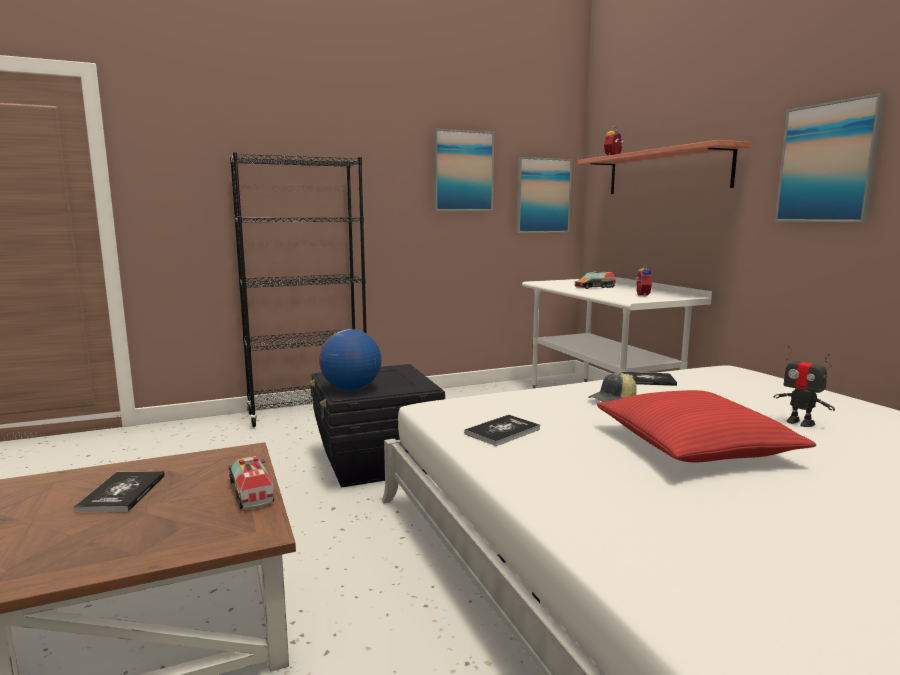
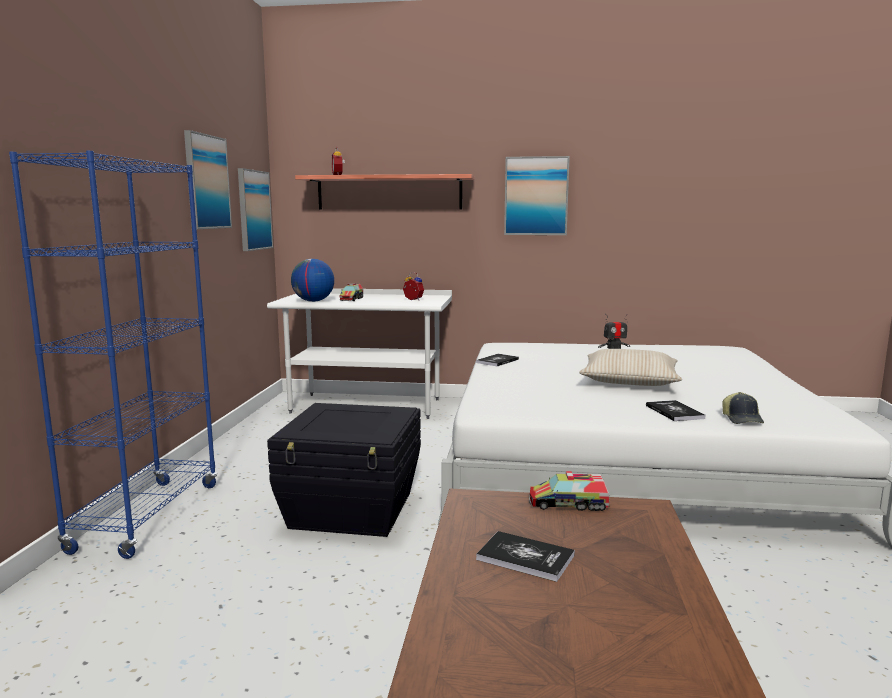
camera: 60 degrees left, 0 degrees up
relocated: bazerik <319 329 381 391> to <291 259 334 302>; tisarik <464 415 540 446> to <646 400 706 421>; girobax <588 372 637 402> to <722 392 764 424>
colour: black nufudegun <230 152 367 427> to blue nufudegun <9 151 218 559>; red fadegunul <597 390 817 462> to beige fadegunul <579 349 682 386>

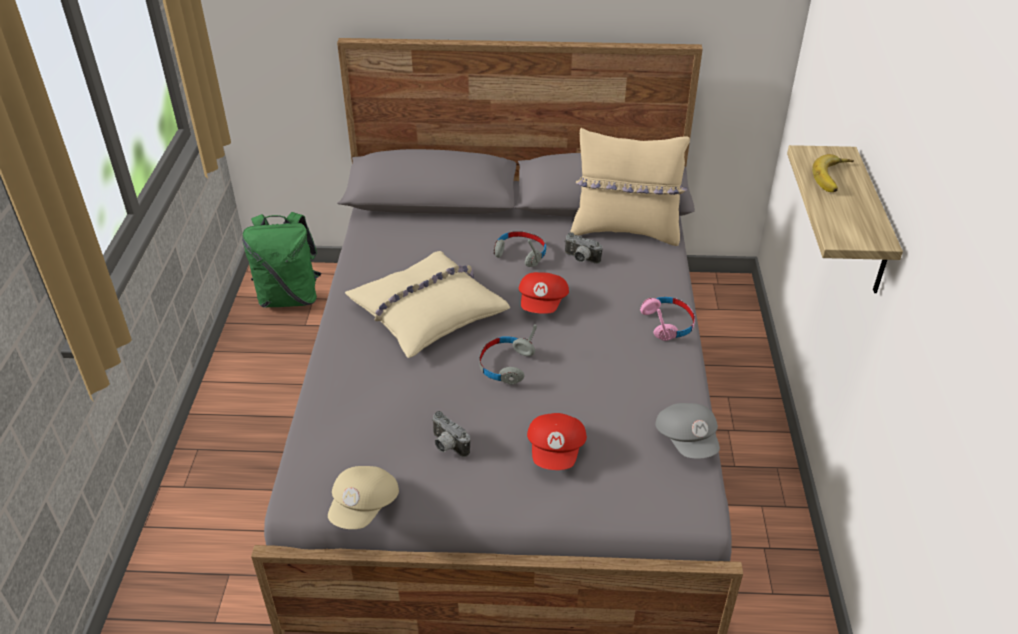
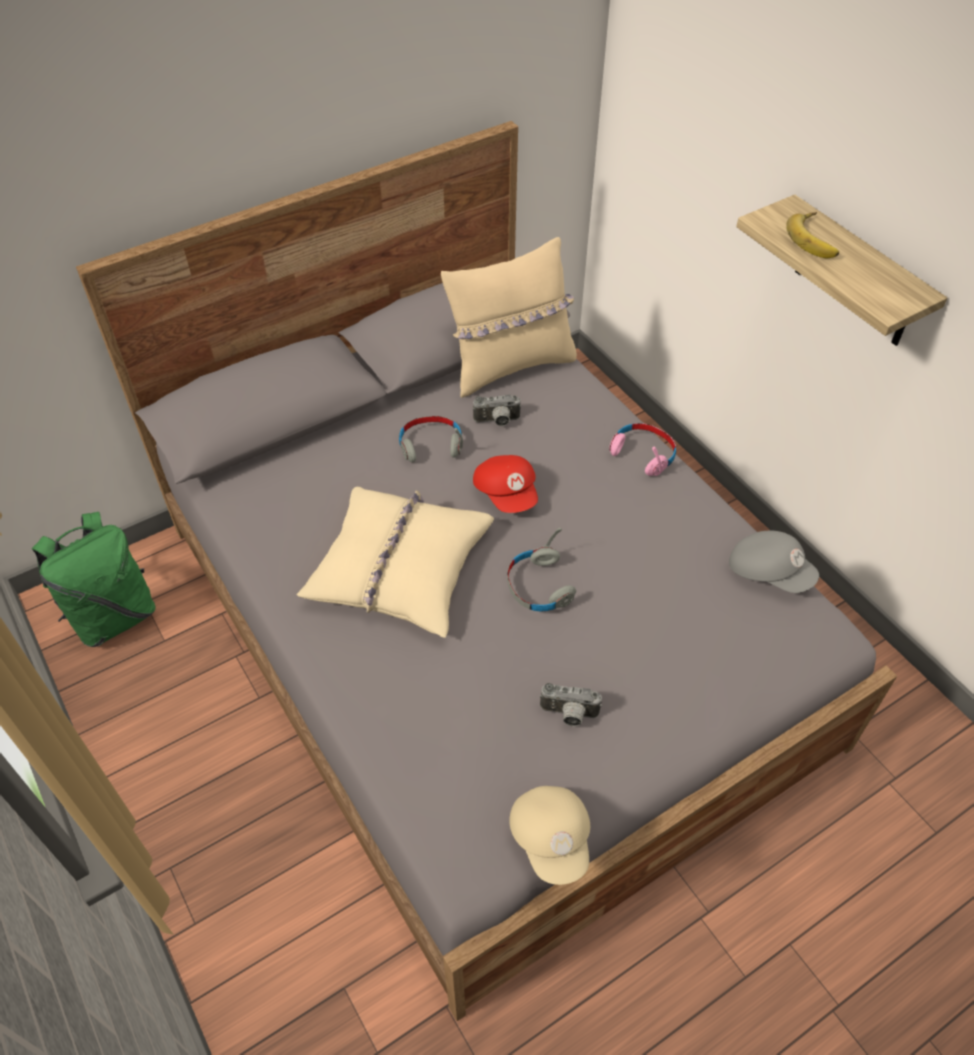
camera: 35 degrees left, 10 degrees up
missing: red girobax <527 413 587 470>

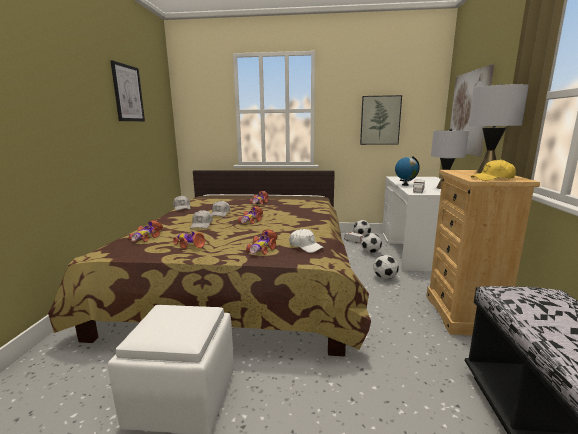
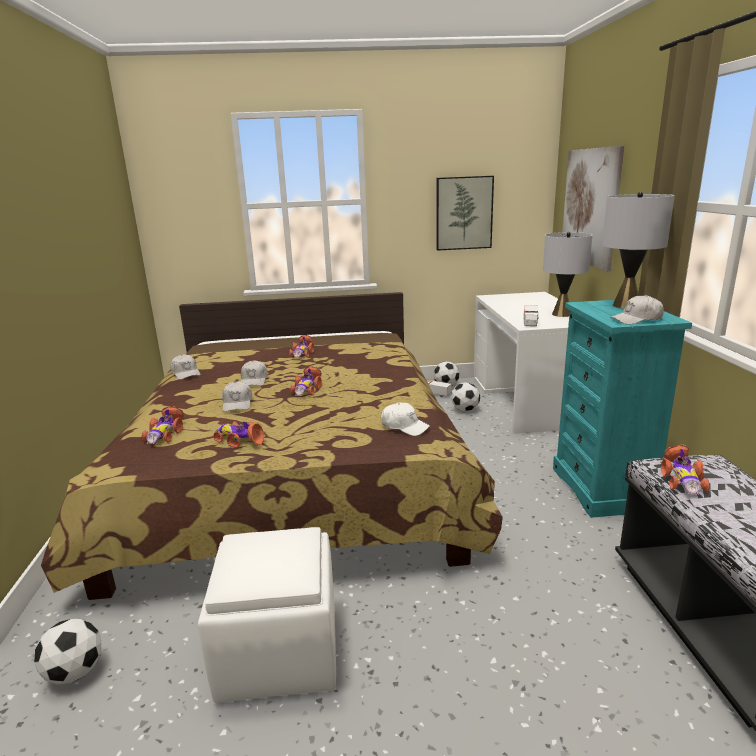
camera: 10 degrees left, 5 degrees up
missing: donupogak <110 60 145 121>; bazerik <395 156 420 186>
relocated: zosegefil <373 255 399 279> to <34 619 101 685>; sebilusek <246 229 278 255> to <661 445 709 495>
colour: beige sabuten <427 170 540 336> to turquoise sabuten <553 300 692 518>; yellow girobax <471 159 516 181> to white girobax <610 295 664 325>

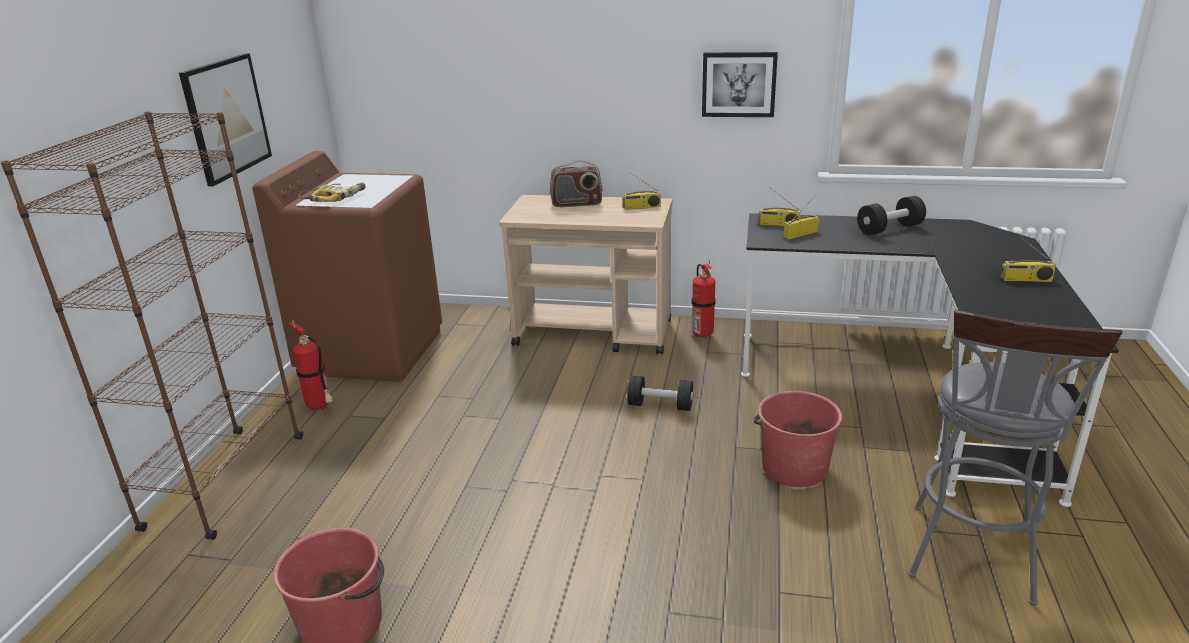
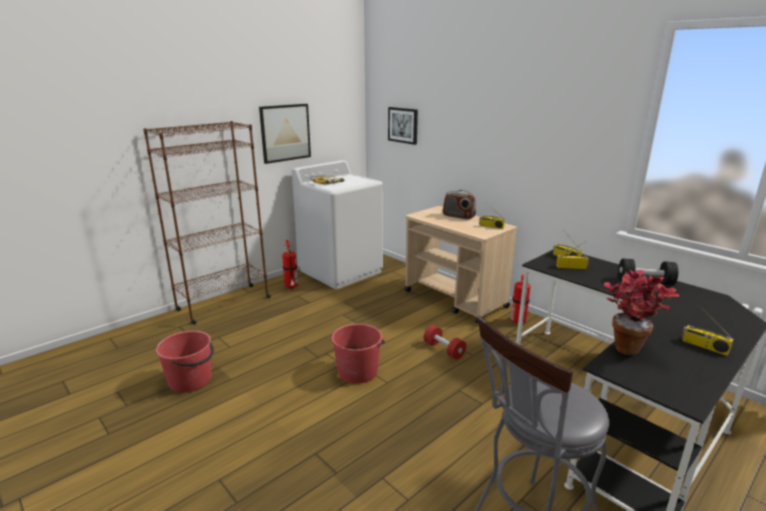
camera: 35 degrees right, 5 degrees down
appeared: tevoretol <604 270 679 355>
relocated: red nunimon <754 391 842 487> to <331 324 385 384>; donupogak <702 52 778 117> to <388 107 418 145>
colour: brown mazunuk <253 151 442 382> to white mazunuk <292 160 383 289>; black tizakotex <627 376 693 411> to red tizakotex <424 325 466 359>

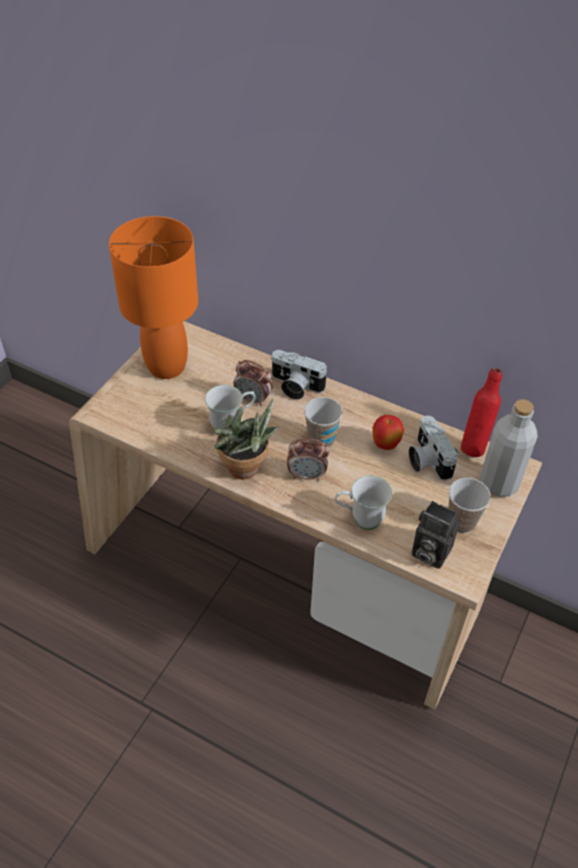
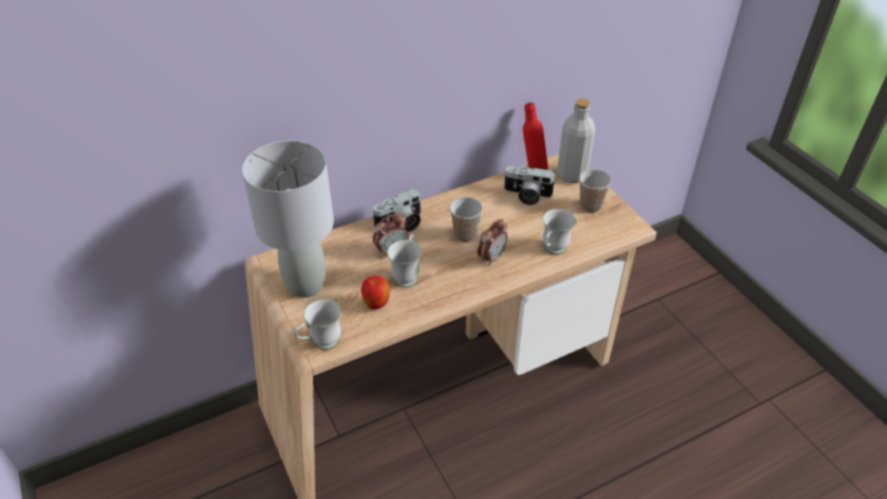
camera: 55 degrees left, 5 degrees down
missing: tevoretol <213 398 280 480>; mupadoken <412 501 459 569>
appeared: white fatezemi <295 299 341 350>
relocated: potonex <372 415 404 450> to <361 276 390 310>
colour: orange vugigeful <109 216 198 379> to grey vugigeful <242 141 334 298>

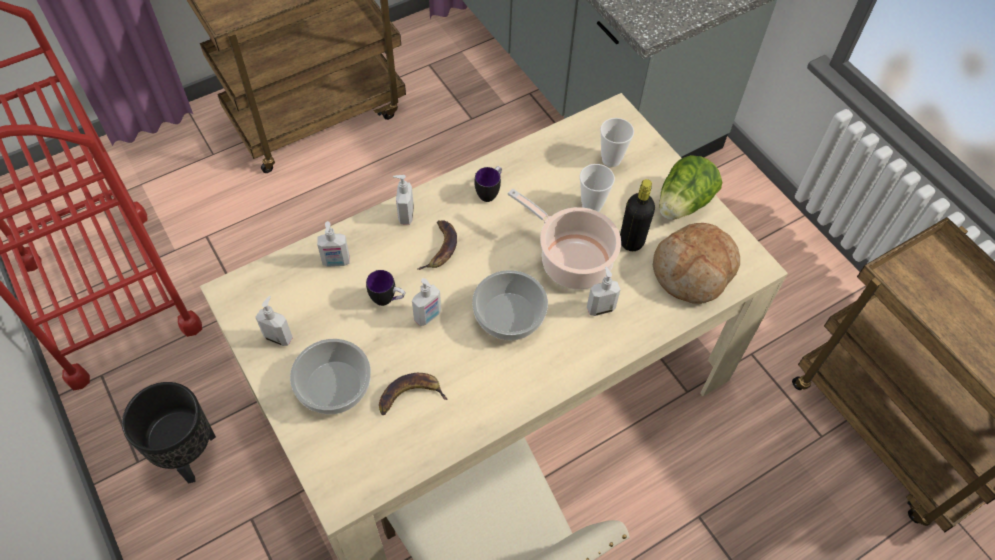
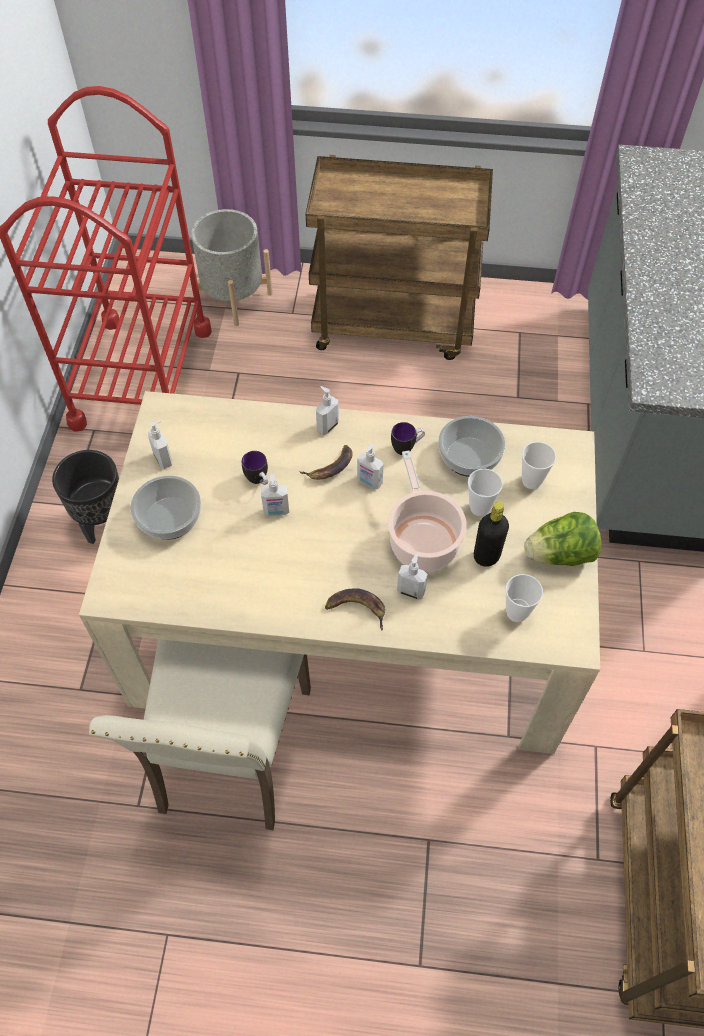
camera: 40 degrees right, 0 degrees up
appeared: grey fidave <191 209 273 326>
relocated: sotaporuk <379 373 448 415> to <325 588 385 631>; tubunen <317 221 350 267> to <357 444 384 489>; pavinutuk <472 270 548 341> to <438 416 506 477>
exchanged: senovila <653 223 740 304> to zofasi <506 574 543 622>

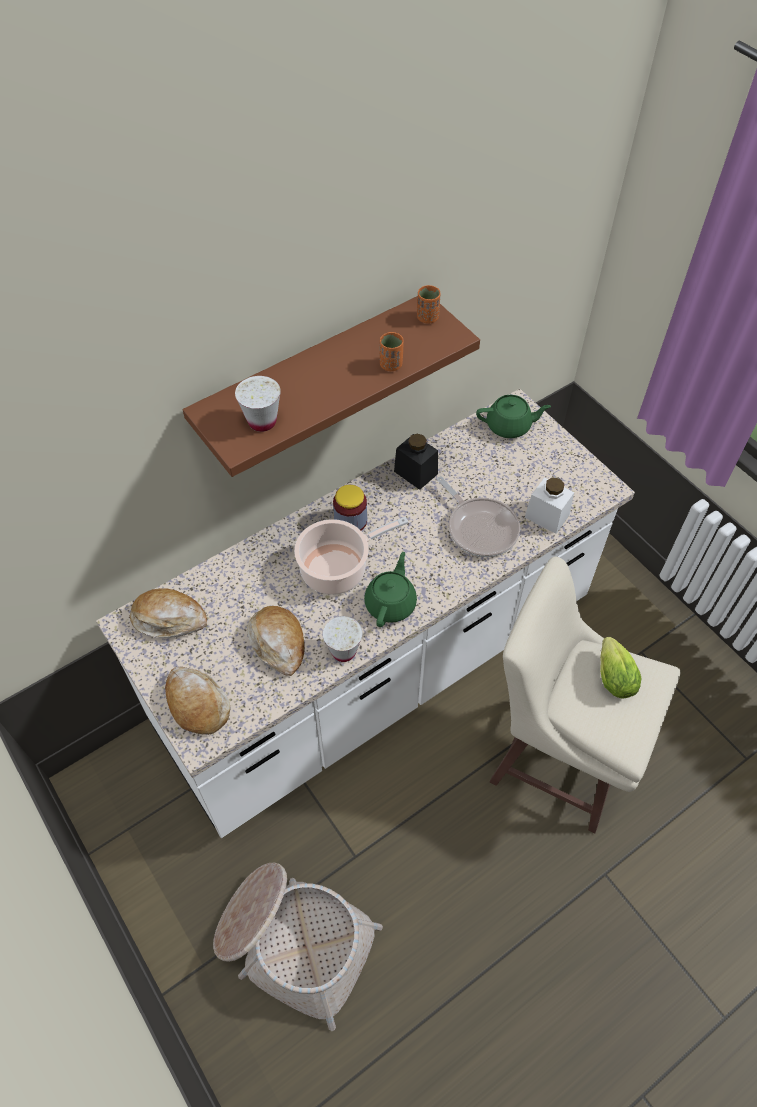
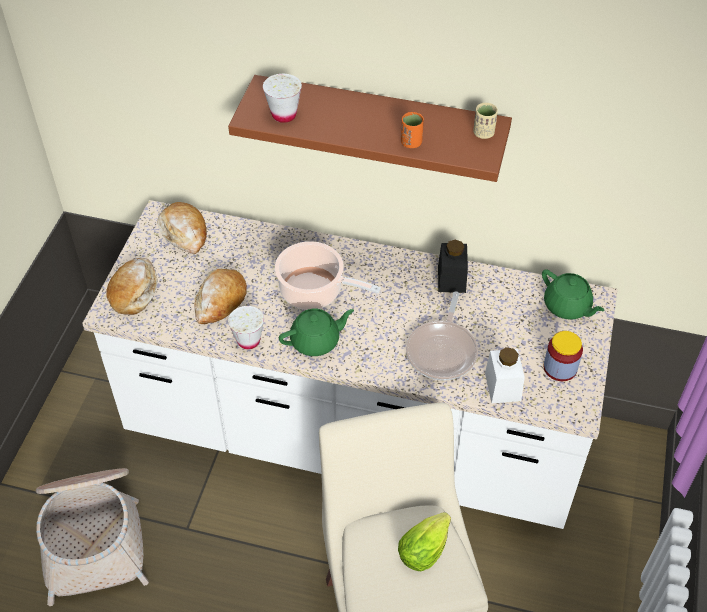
camera: 50 degrees right, 5 degrees down
relocated: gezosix <333 485 367 531> to <544 331 583 381>
colour: orange zofasi <417 285 441 324> to beige zofasi <473 103 498 139>

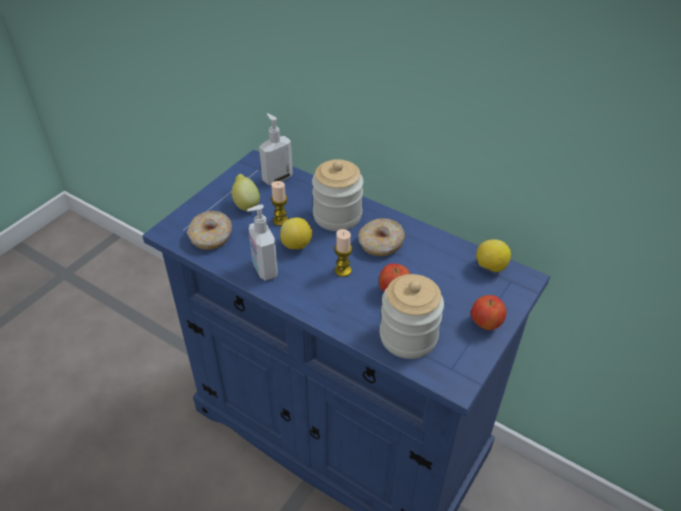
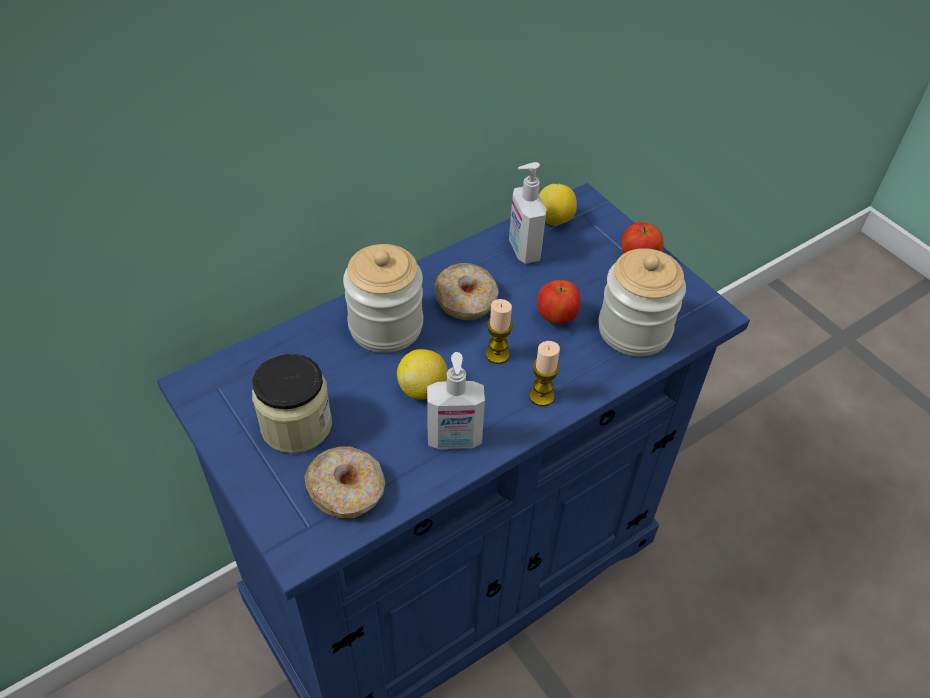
camera: 70 degrees left, 5 degrees up
relocated: tubunen <259 113 293 185> to <509 162 547 264>; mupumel <271 181 289 226> to <529 341 560 406>
exchanged: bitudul <231 174 260 212> to gezosix <252 354 332 454>

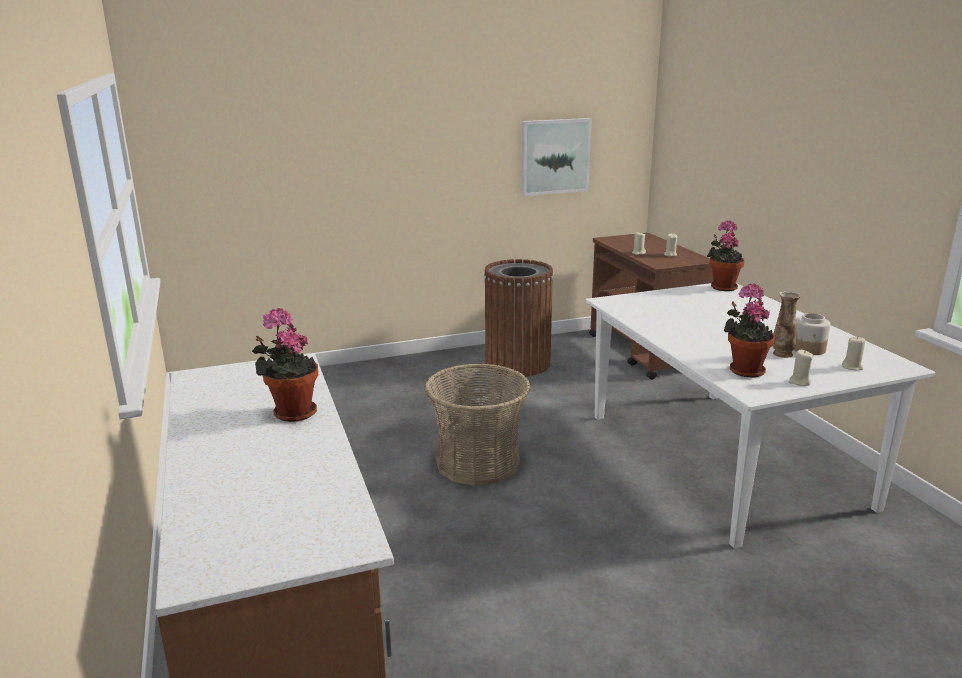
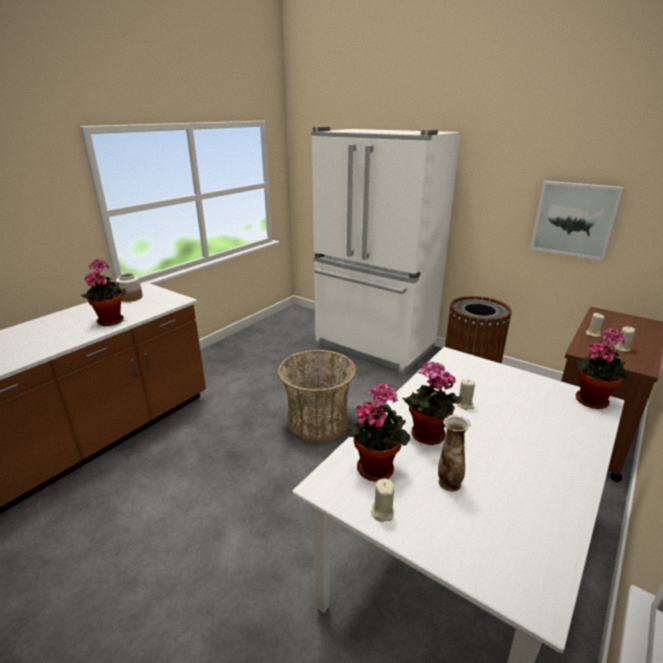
camera: 55 degrees right, 5 degrees up
appeared: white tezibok <311 127 461 375>; tevoretol <403 361 462 445>
relocated: gezosix <794 313 830 355> to <116 273 143 302>; beige mupumel <842 337 865 370> to <457 379 475 410>

